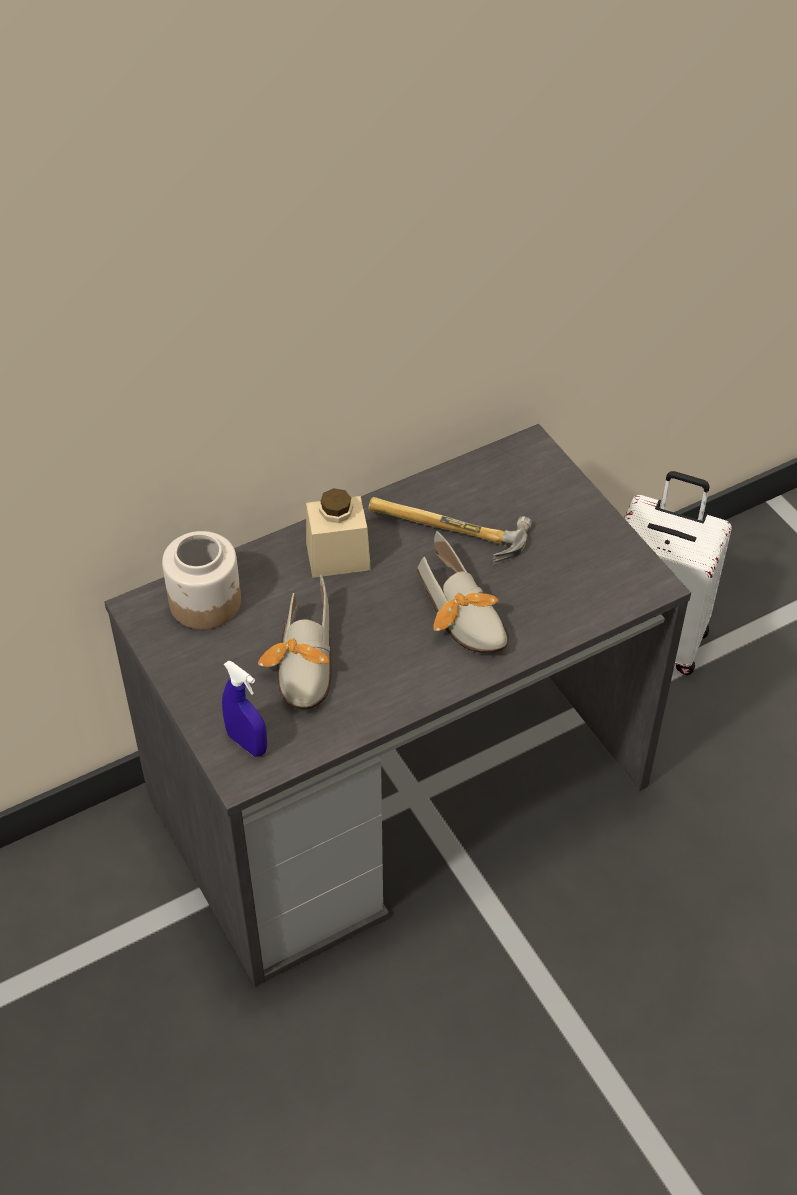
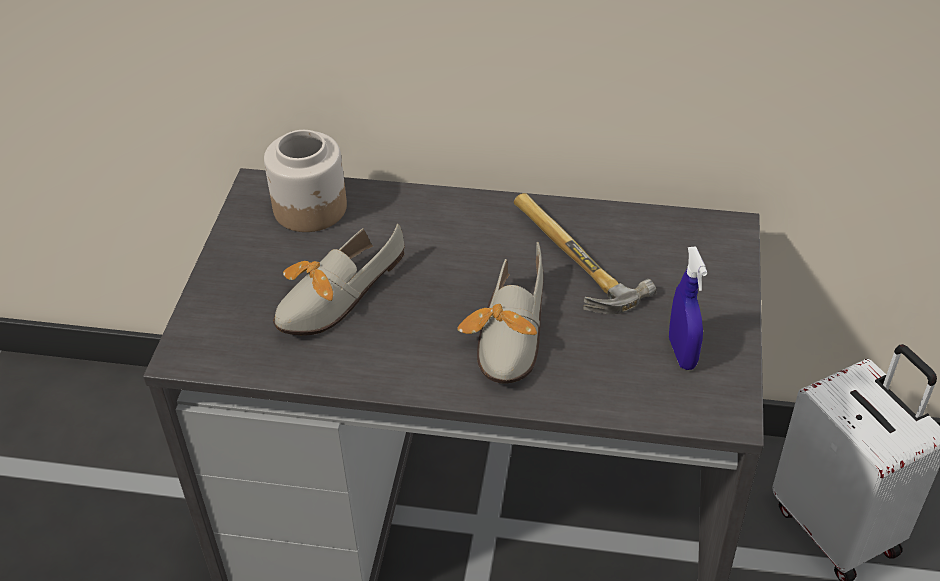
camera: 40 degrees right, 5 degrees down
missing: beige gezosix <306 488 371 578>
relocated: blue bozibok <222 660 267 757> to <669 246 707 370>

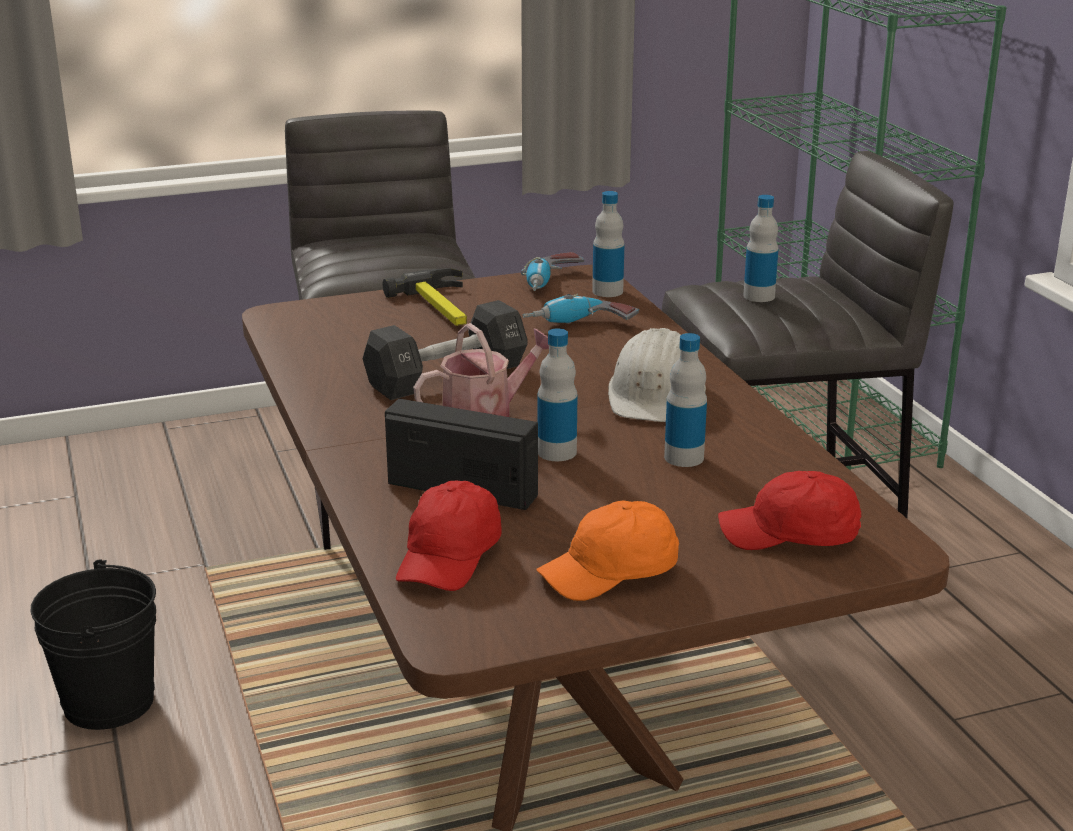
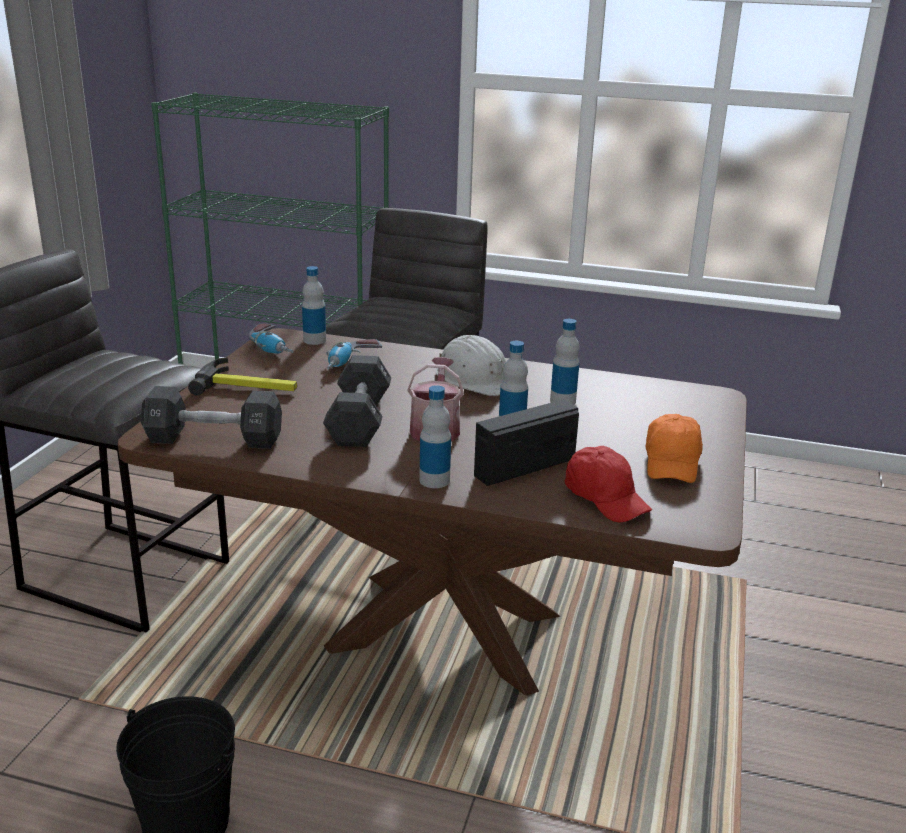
camera: 55 degrees left, 0 degrees up
missing: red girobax <718 471 861 550>
appeared: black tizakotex <141 386 282 449>
relocated: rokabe <743 195 778 302> to <419 385 451 488>

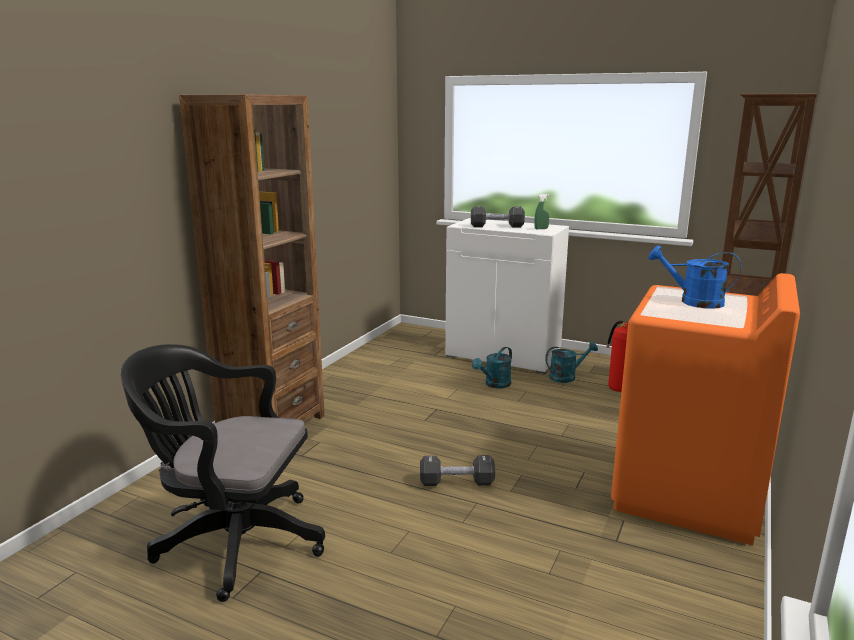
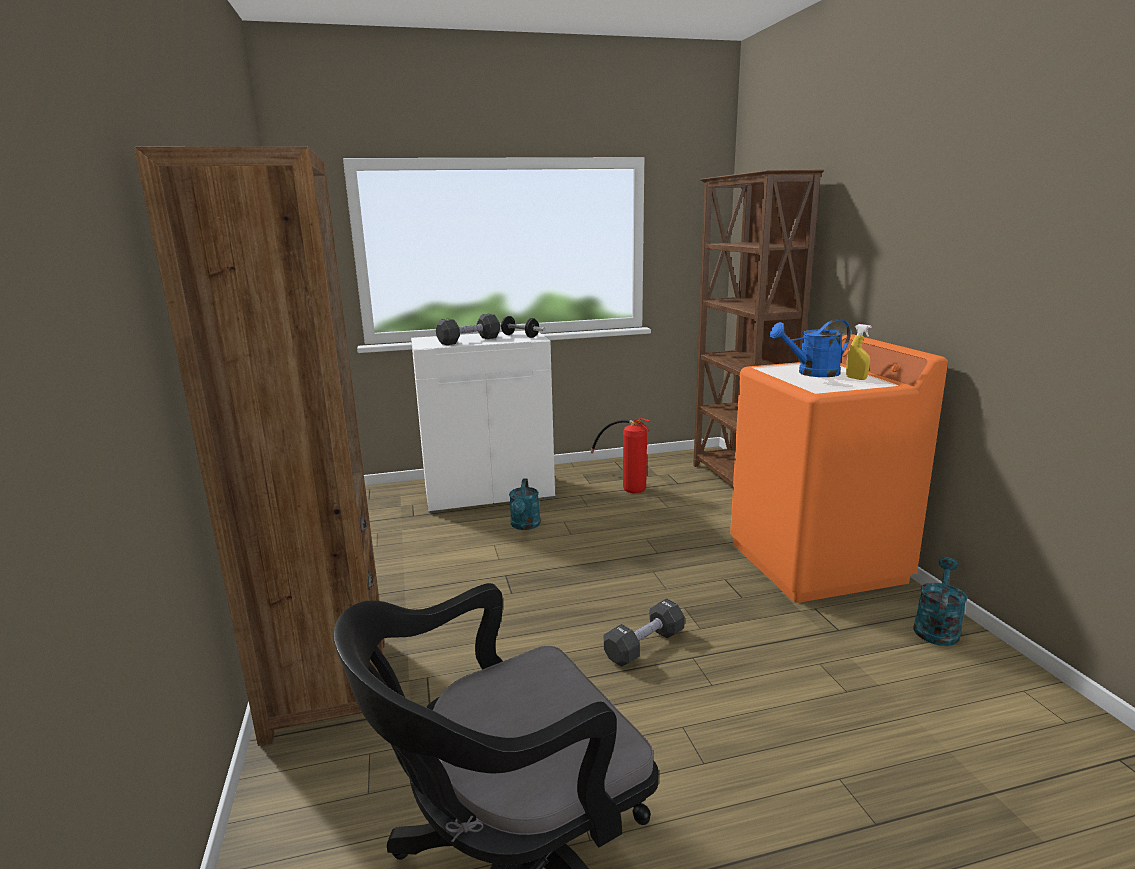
camera: 40 degrees left, 0 degrees up
appeared: yellow bozibok <846 324 872 380>
relocated: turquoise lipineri <545 342 598 383> to <913 557 967 646>
exchanged: green bozibok <534 194 549 229> to tizakotex <500 316 546 338>

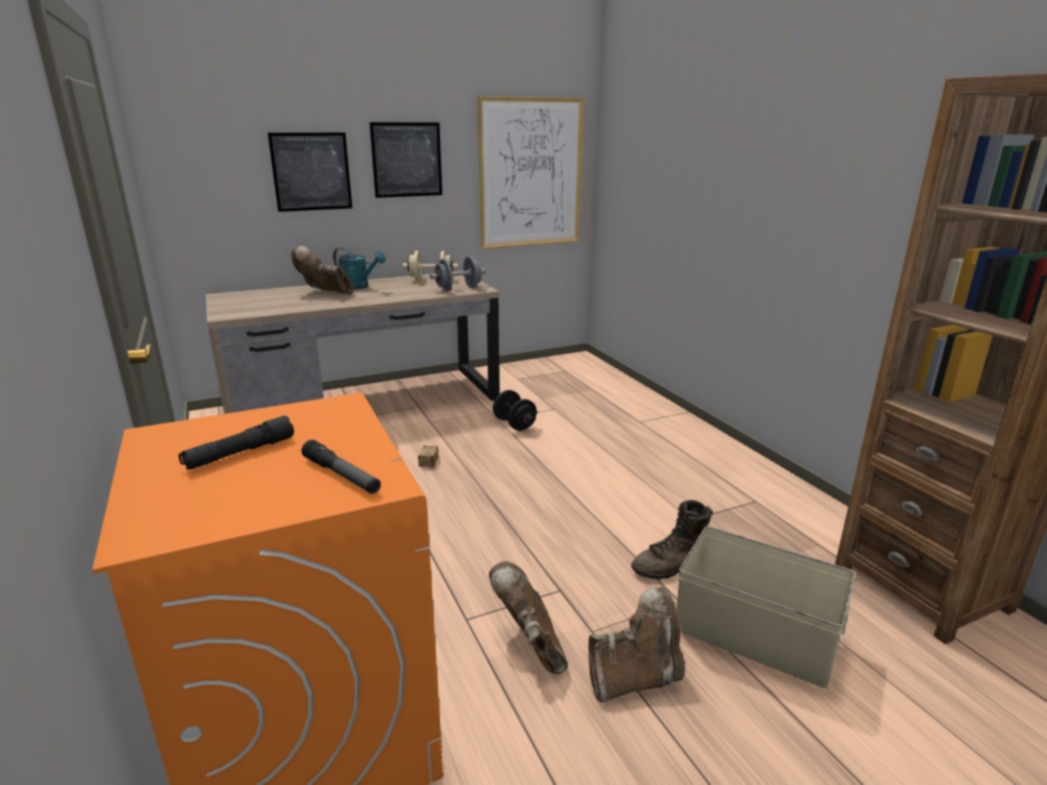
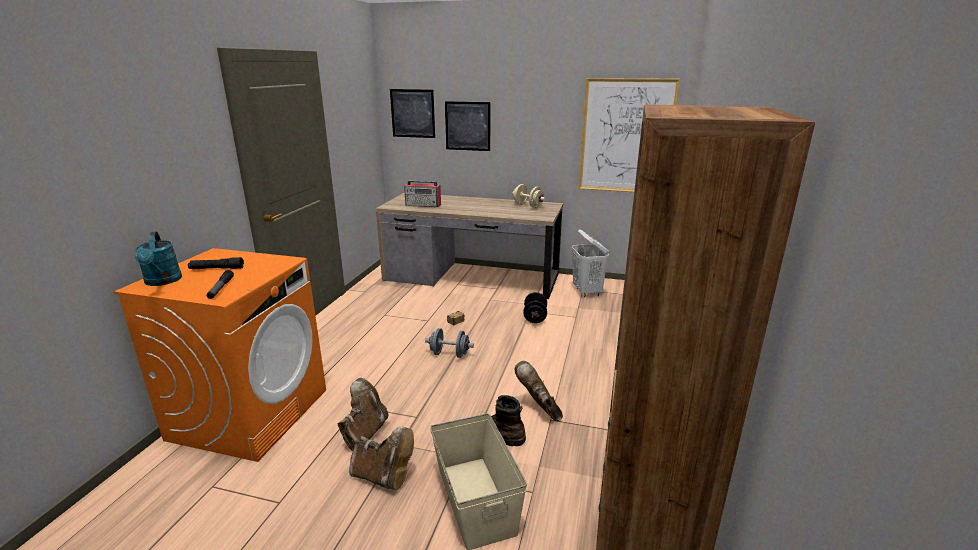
camera: 40 degrees right, 0 degrees up
appeared: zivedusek <404 180 441 207>; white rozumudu <572 229 609 297>
relocated: turquoise lipineri <333 248 386 290> to <135 231 182 286>; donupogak <369 122 442 198> to <390 89 435 138>; grey tizakotex <430 256 486 291> to <425 328 474 358>; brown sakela <291 245 354 295> to <514 361 563 421>

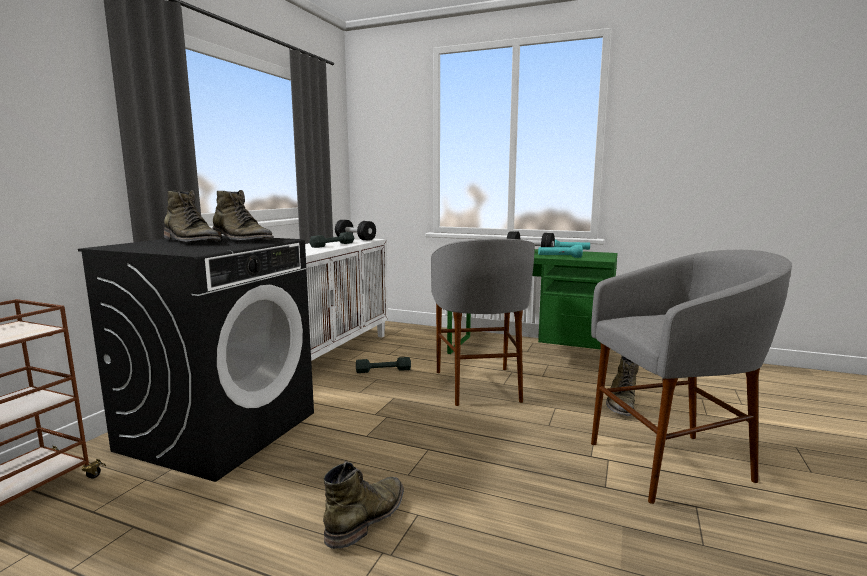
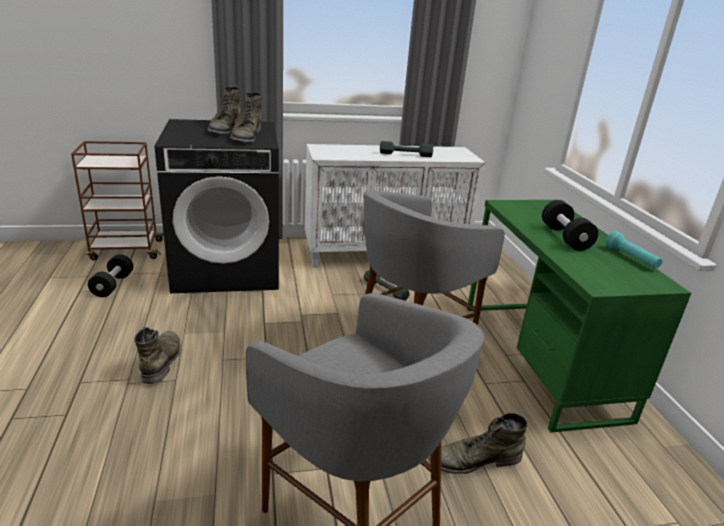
camera: 55 degrees right, 15 degrees up
missing: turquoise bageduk <538 245 583 258>
relocated: black tizakotex <335 220 376 241> to <88 254 133 297>
spun: green sakela <323 461 404 549> = <134 327 181 384> 90 degrees counterclockwise

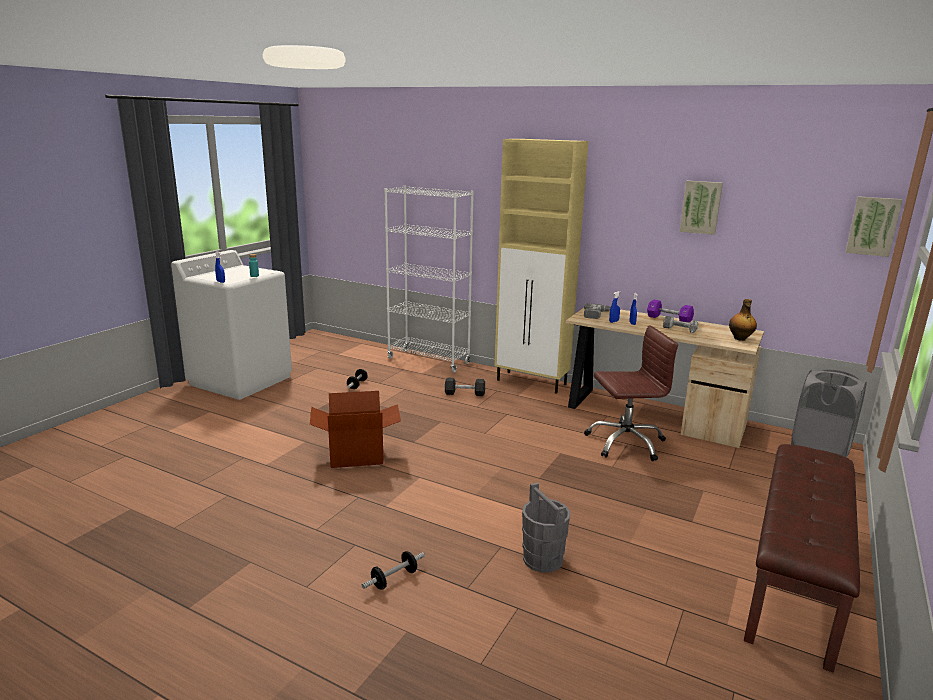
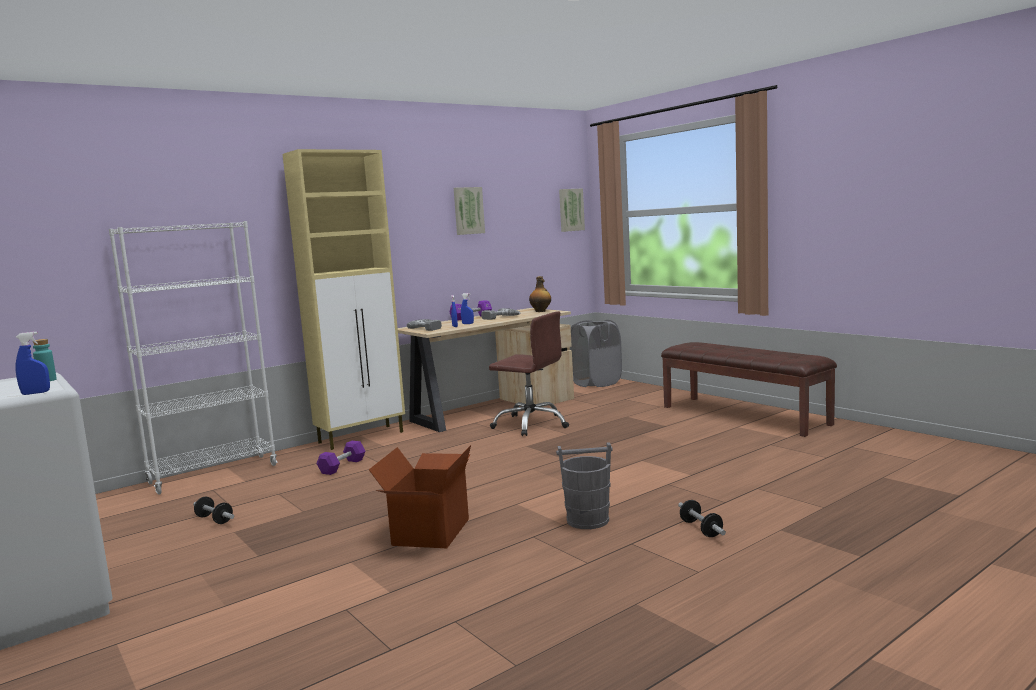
camera: 65 degrees left, 10 degrees down
relocated: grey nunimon <522 482 571 573> to <556 442 613 529>
colour: black tizakotex <445 377 485 396> to purple tizakotex <316 441 366 475>
spun: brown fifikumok <584 325 678 461> = <489 311 569 436> 105 degrees clockwise

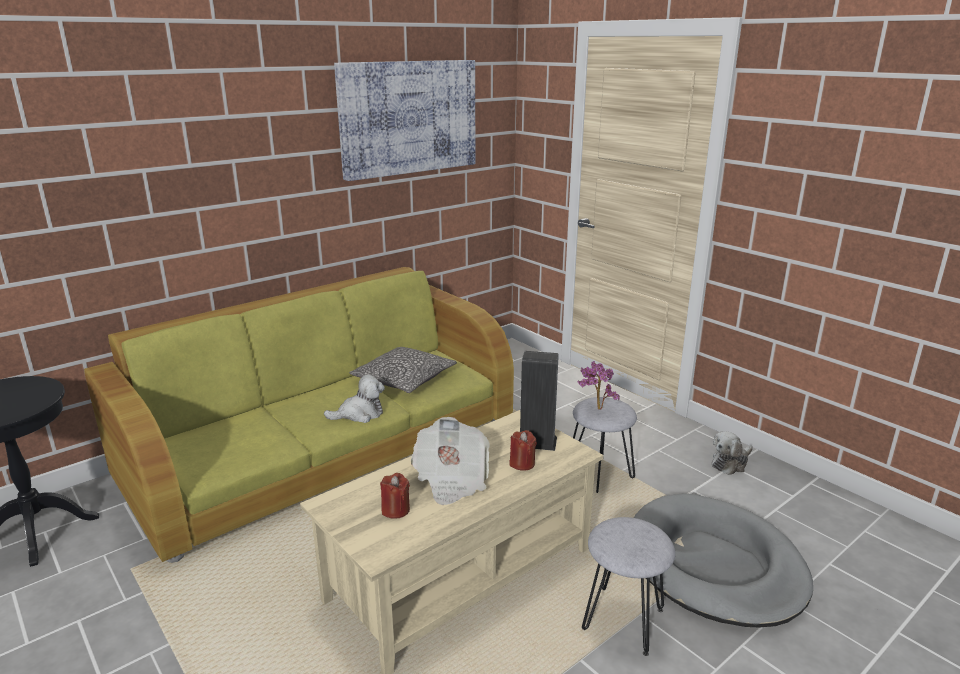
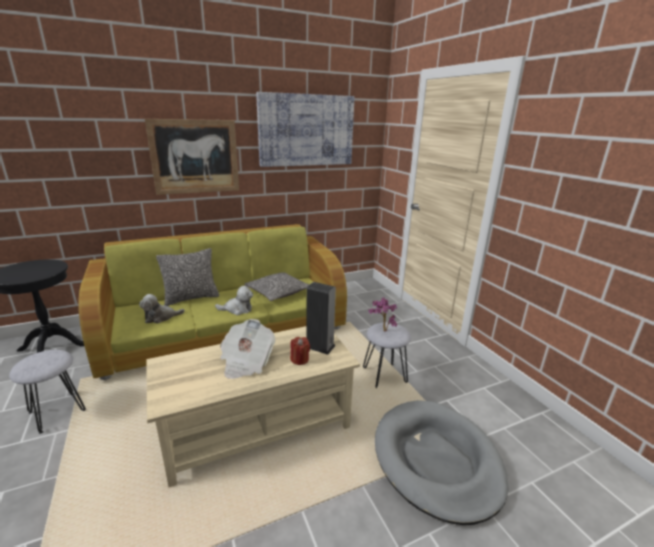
camera: 15 degrees right, 0 degrees up
missing: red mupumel <380 473 410 519>
appeared: donupogak <145 119 239 195>; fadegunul <156 248 219 306>
relocated: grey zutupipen <582 517 675 656> to <9 350 86 434>; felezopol <711 432 753 475> to <139 294 185 323>

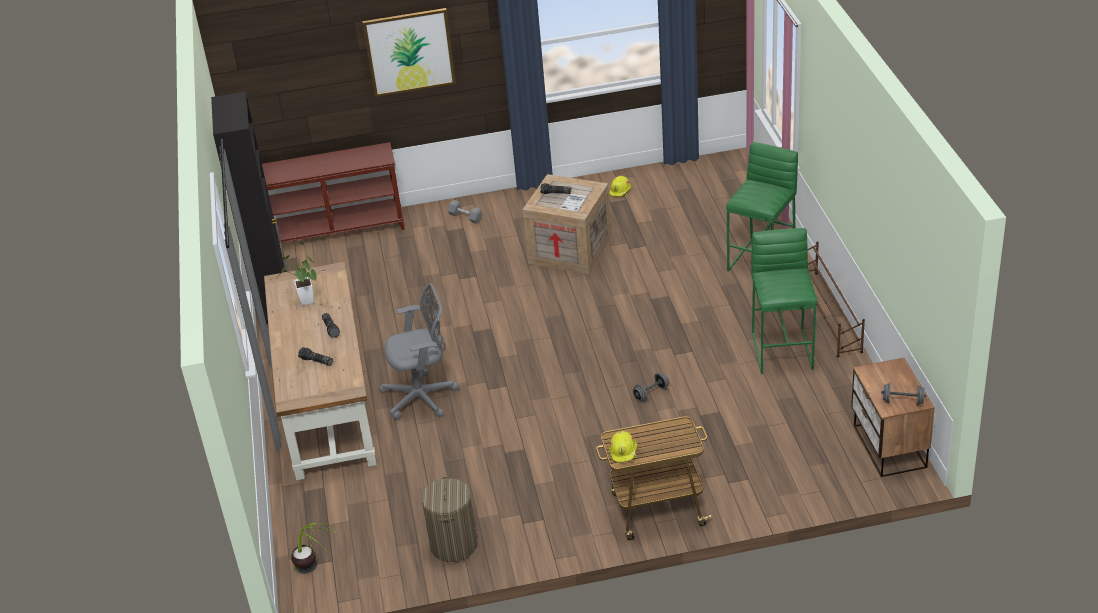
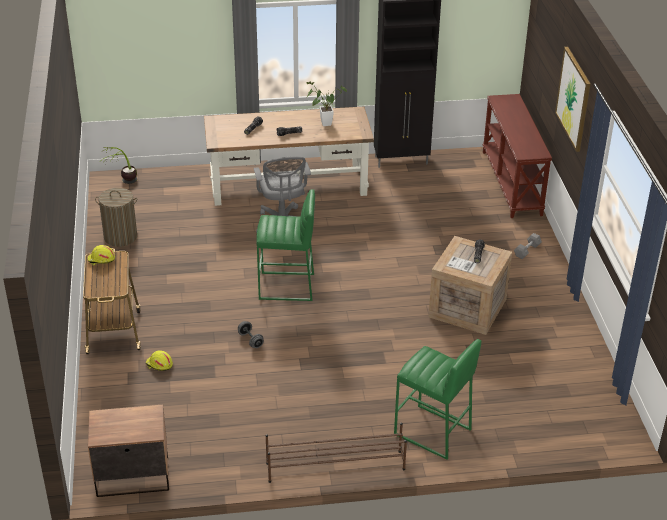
camera: 90 degrees right, 0 degrees up
missing: grey tizakotex <881 383 926 406>
relocated: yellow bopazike <609 176 631 197> to <146 350 173 371>; green zutupipen <751 228 817 374> to <256 189 315 301>

